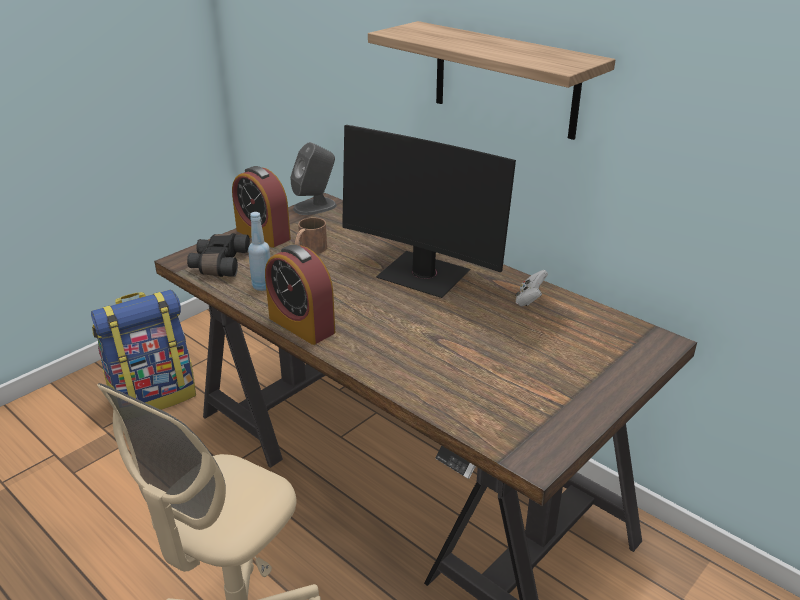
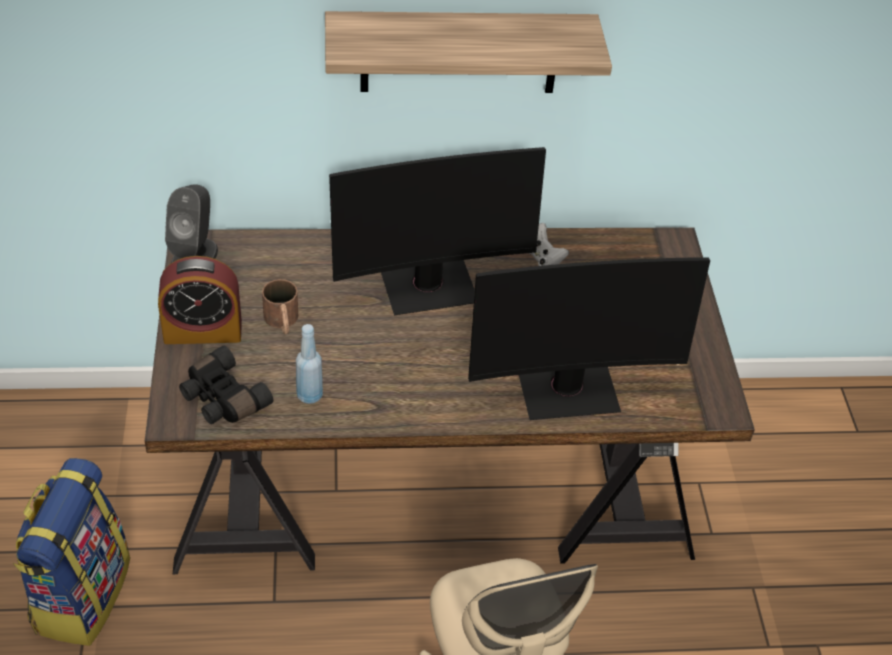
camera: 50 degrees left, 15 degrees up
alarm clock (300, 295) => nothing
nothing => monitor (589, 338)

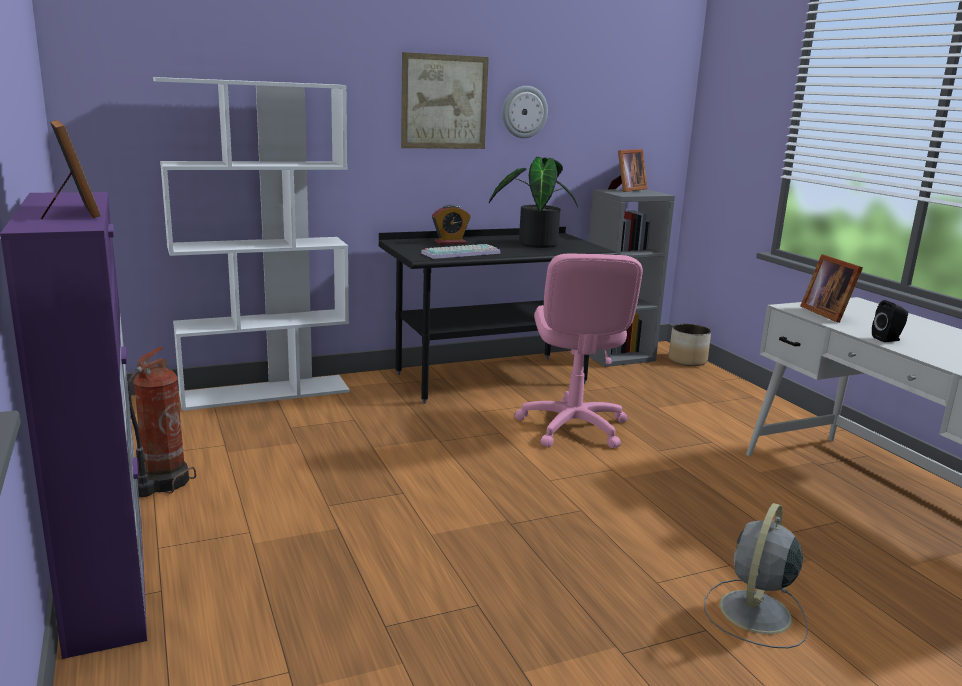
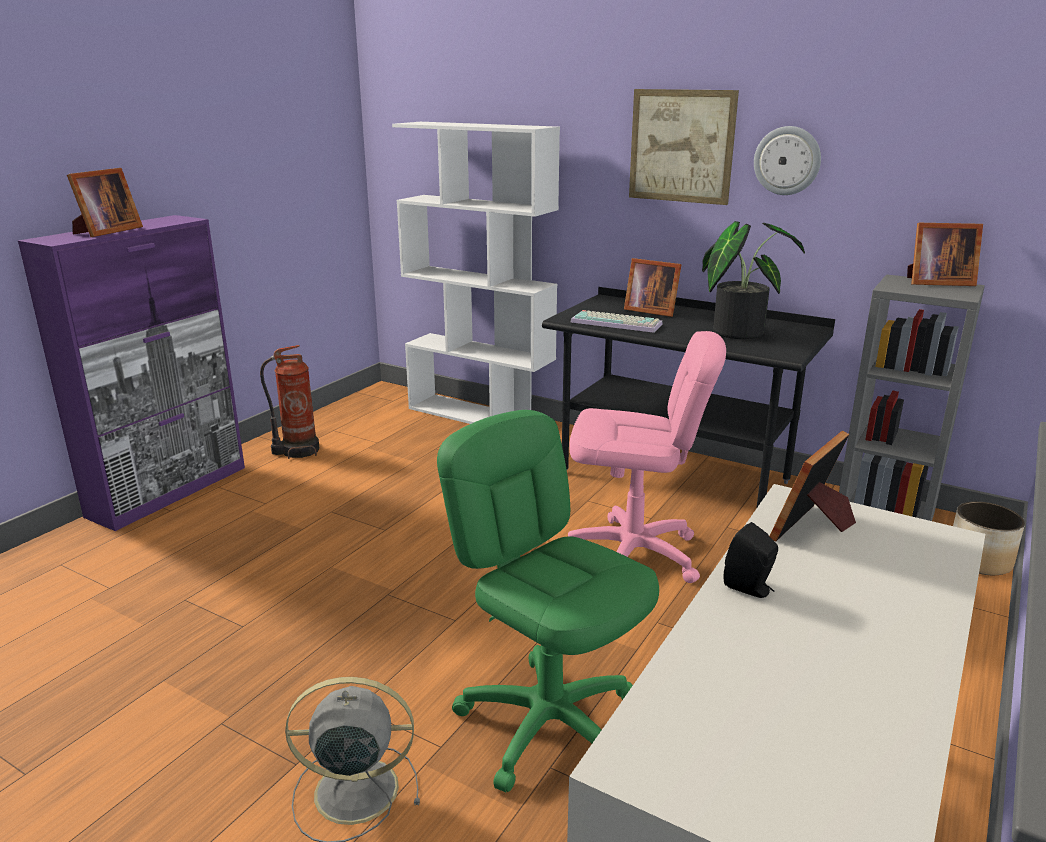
camera: 55 degrees right, 5 degrees up
alarm clock (451, 225) => picture frame (653, 287)
office chair (pink) (578, 350) => office chair (pink) (647, 457), 135 degrees counterclockwise
nothing => office chair (green) (548, 601)

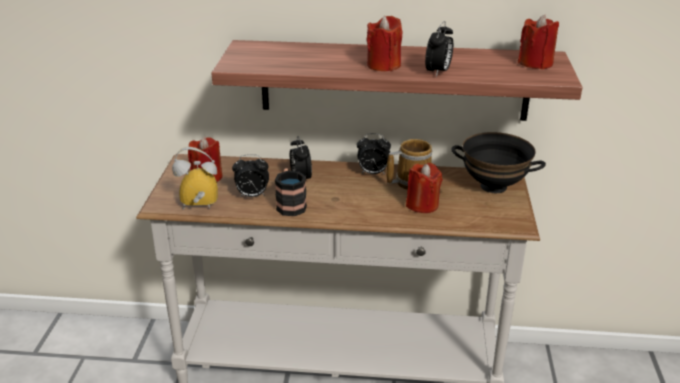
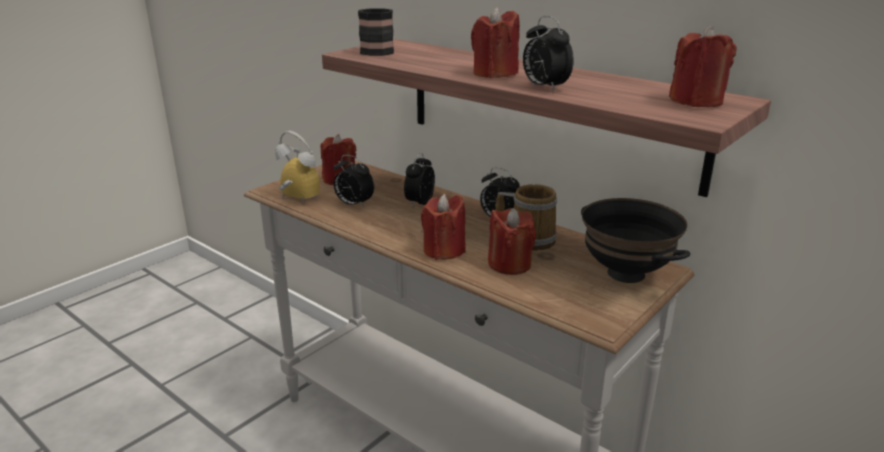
camera: 35 degrees right, 5 degrees down
mug (291, 192) => mug (376, 32), moved
alarm clock (439, 49) => alarm clock (548, 53), 90 degrees clockwise
nothing => candle (red) (443, 227)

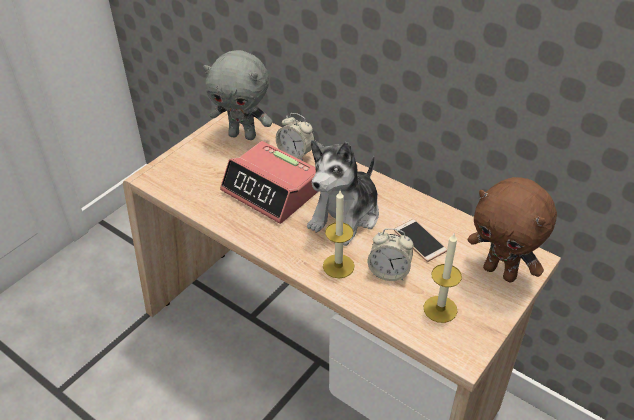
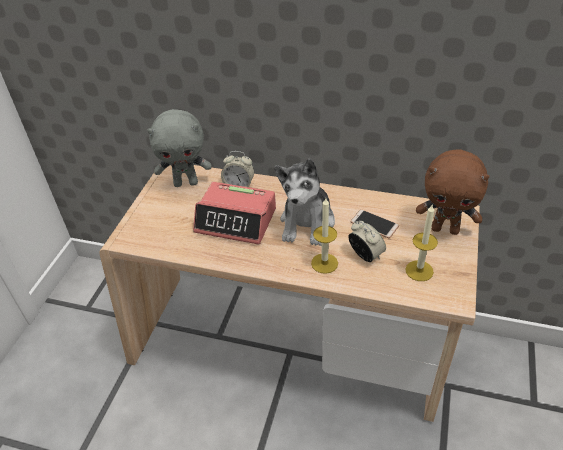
camera: 20 degrees left, 0 degrees up
alarm clock (390, 254) => alarm clock (367, 241), 120 degrees counterclockwise

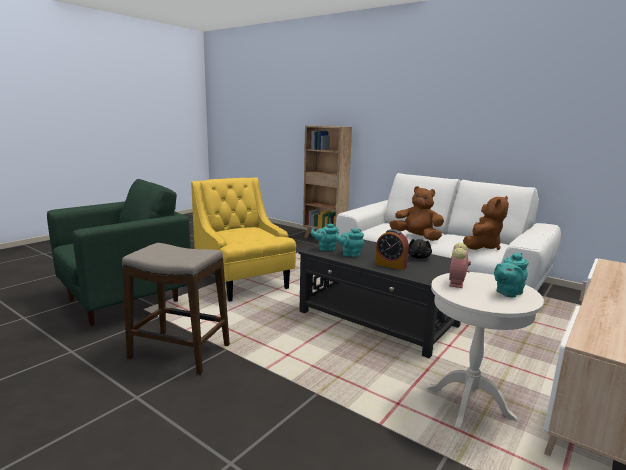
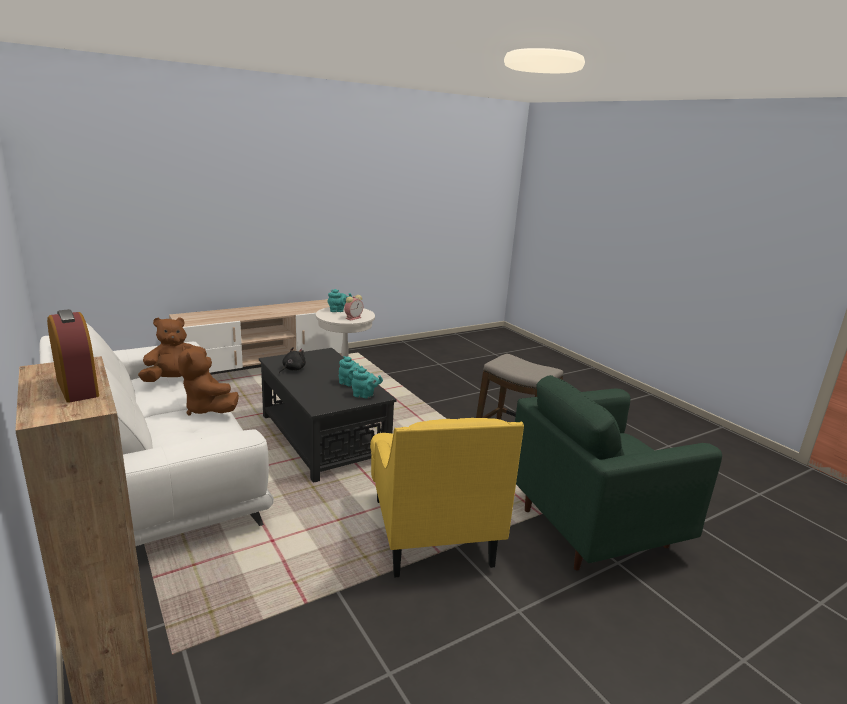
camera: 160 degrees left, 5 degrees up
alarm clock (392, 249) => alarm clock (73, 356), moved

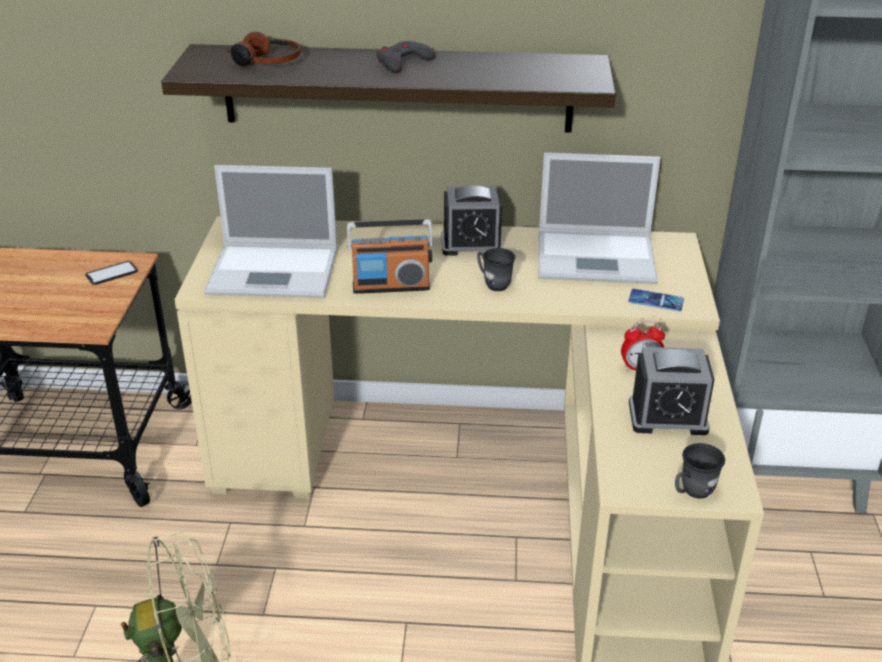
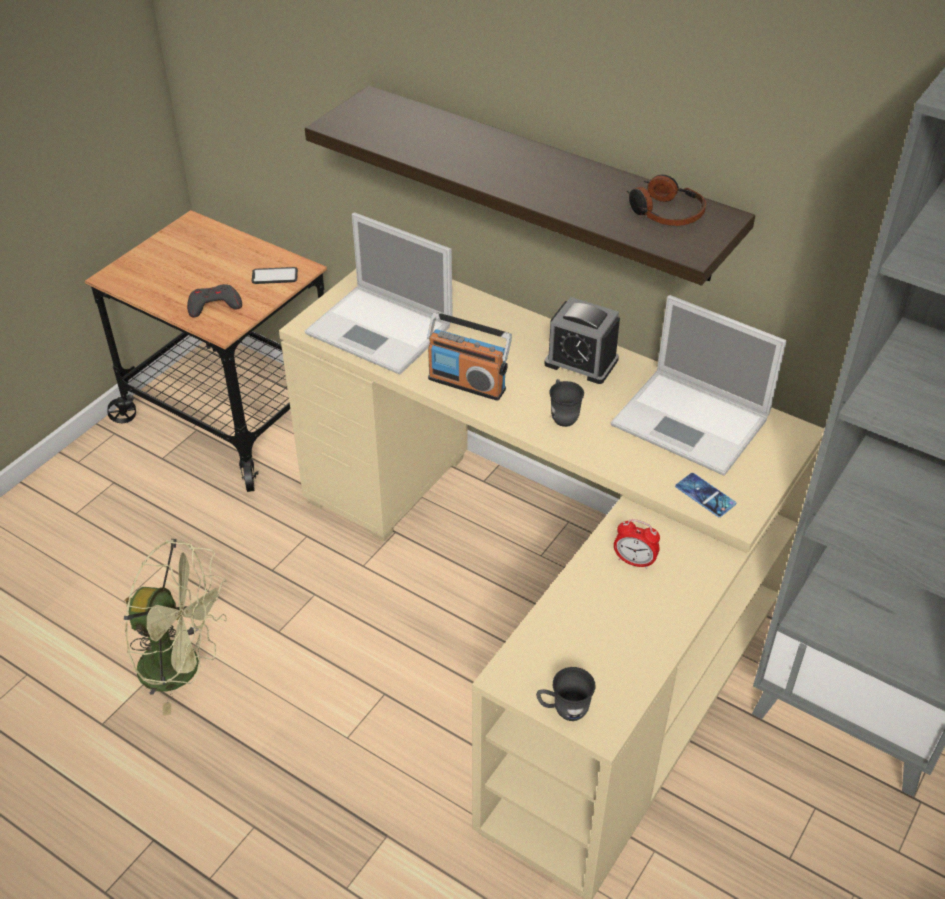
camera: 30 degrees right, 10 degrees up
headphones (264, 49) => headphones (666, 200), moved
game controller (grey) (406, 57) => game controller (grey) (214, 300), moved
alarm clock (671, 391) => nothing

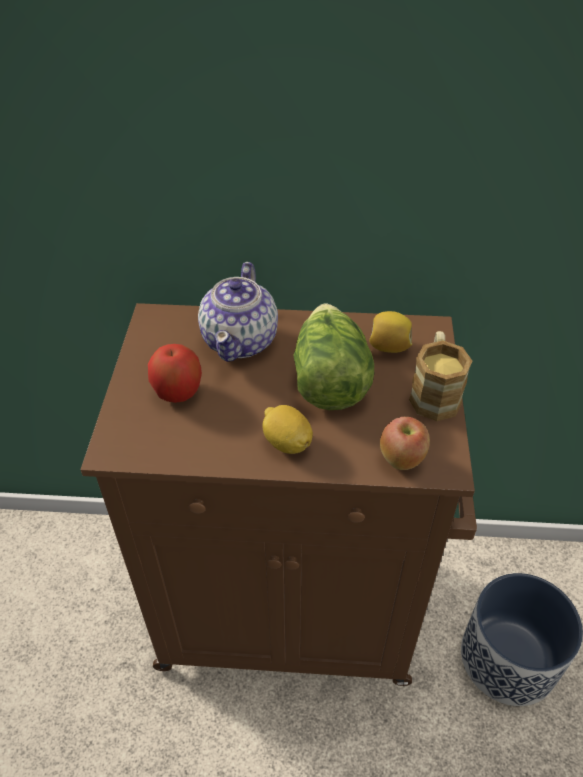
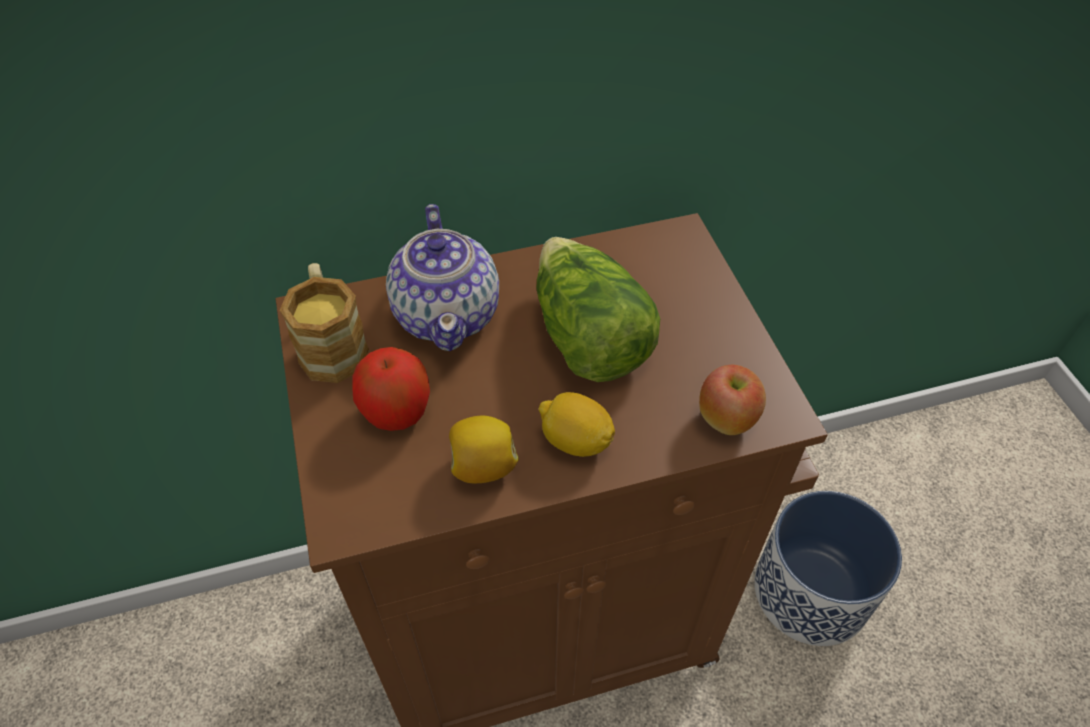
camera: 20 degrees left, 5 degrees up
lemon (390, 332) => lemon (484, 449), moved
mug (440, 376) => mug (324, 323), moved

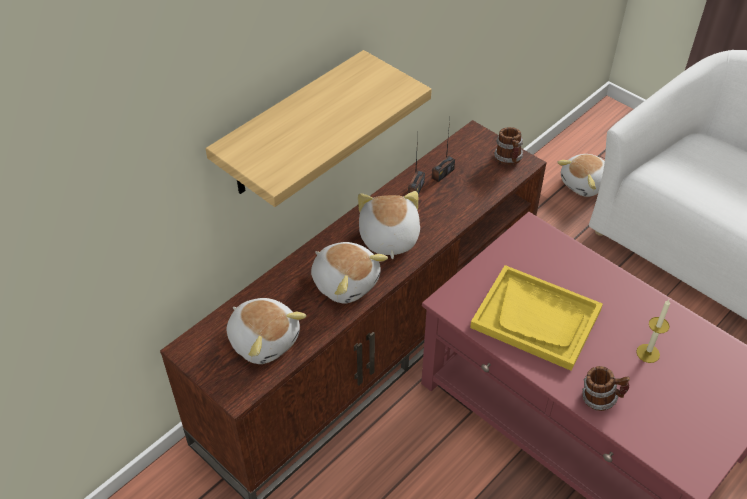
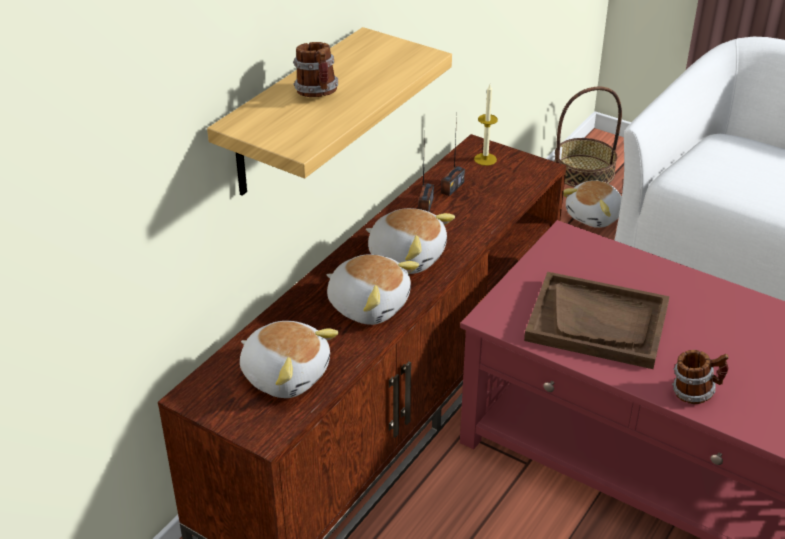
camera: 10 degrees left, 10 degrees down
plush toy (389, 225) => plush toy (410, 241), 135 degrees clockwise
tray (yellow) (536, 318) => tray (brown) (597, 320)
mug (508, 146) => mug (315, 69), moved
candle (653, 331) => candle (486, 125), moved
nothing => basket (588, 136)

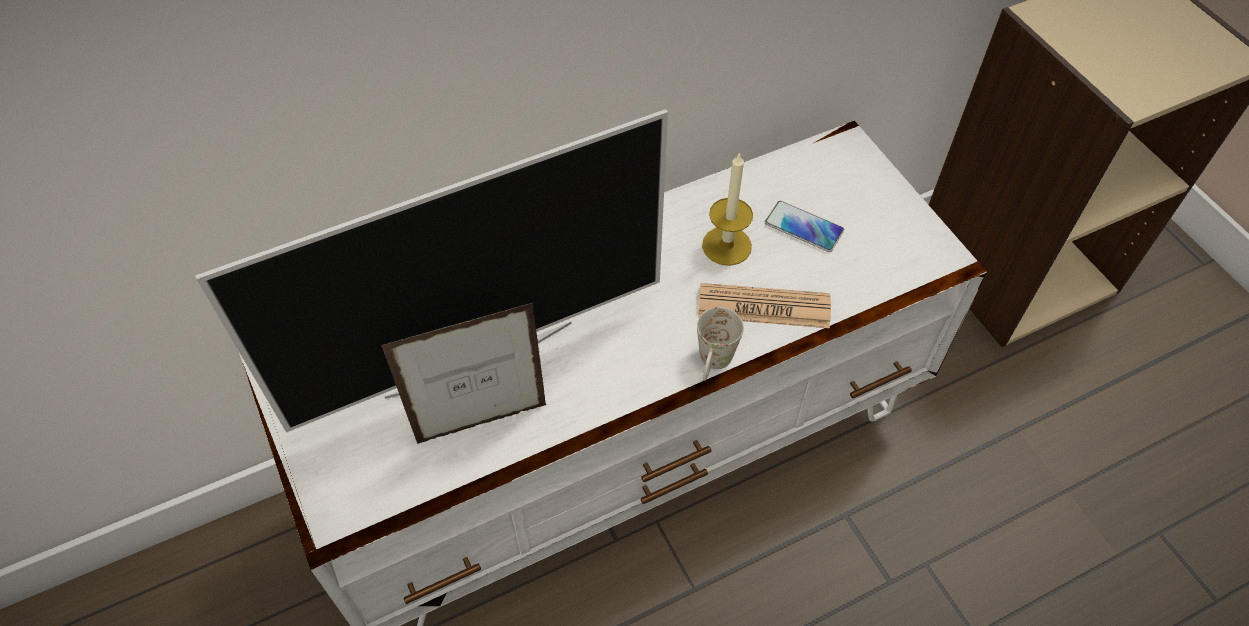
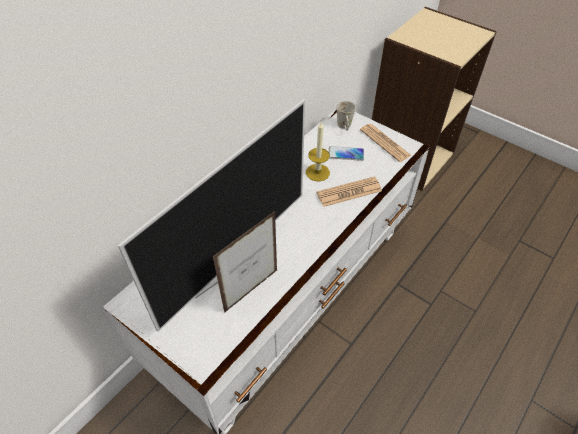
camera: 25 degrees left, 5 degrees down
mug (white) (720, 344) => mug (white) (346, 116), moved
nothing => newspaper (386, 143)

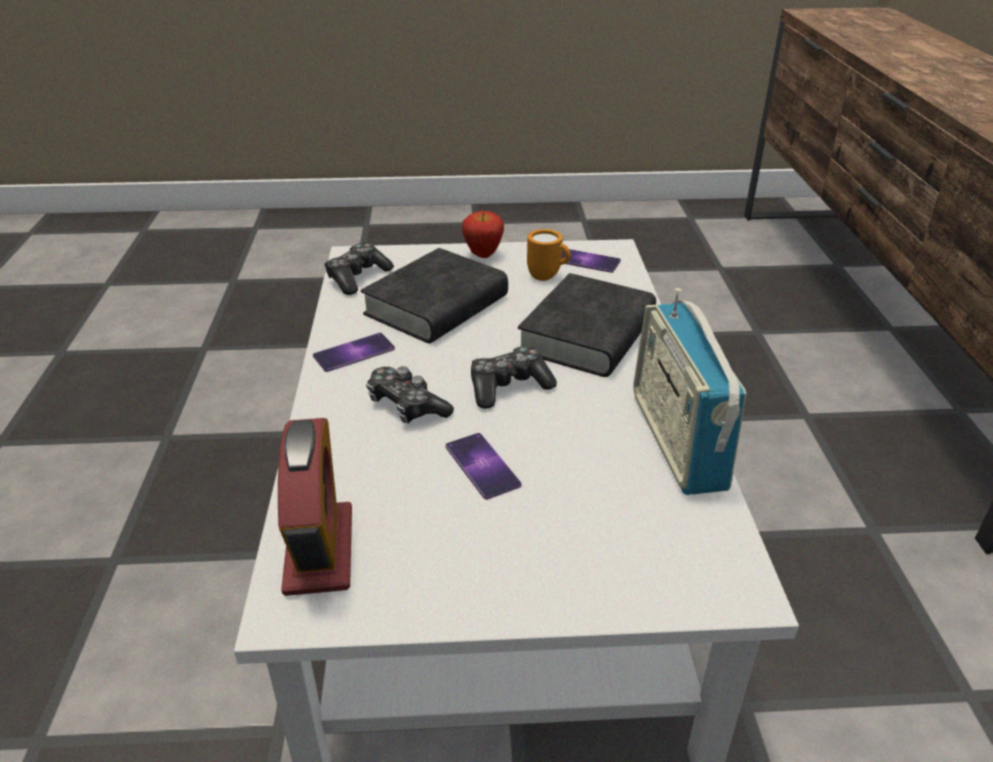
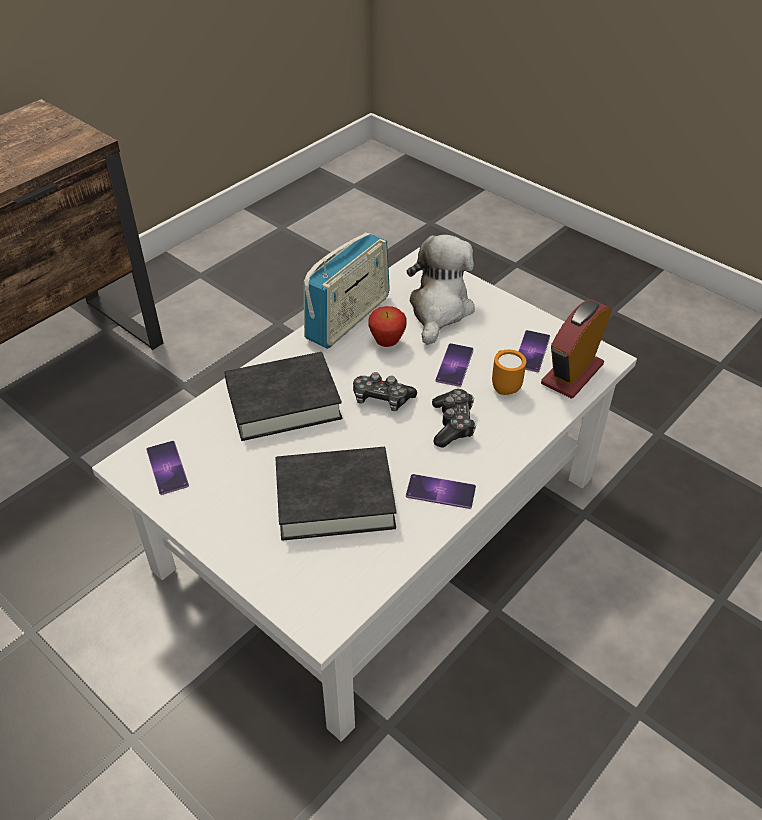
camera: 135 degrees left, 10 degrees up
game controller (359, 269) => nothing
apple (483, 234) => apple (387, 326), moved
mug (orange) (549, 255) => mug (orange) (509, 372), moved
nothing => plush toy (441, 290)
nothing => phone (534, 351)

